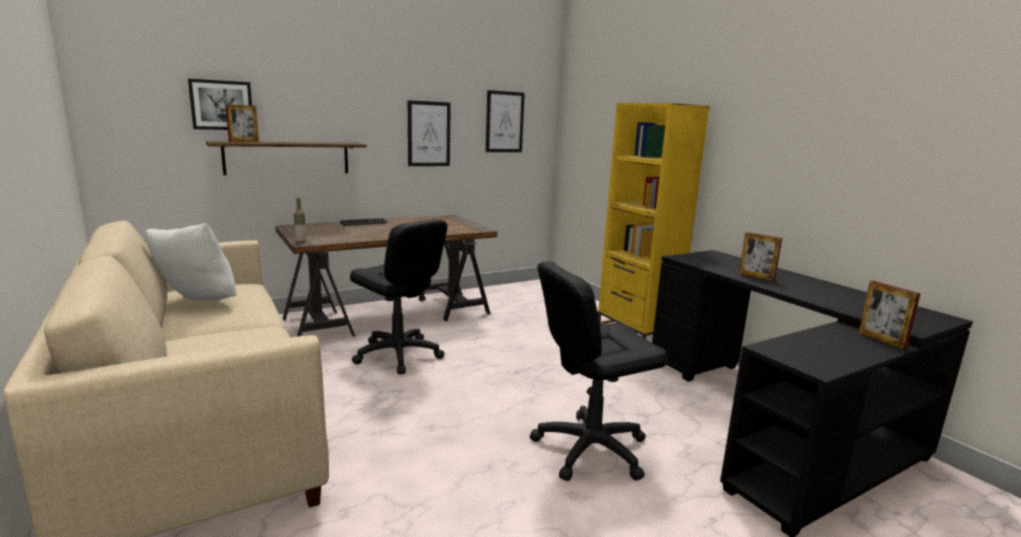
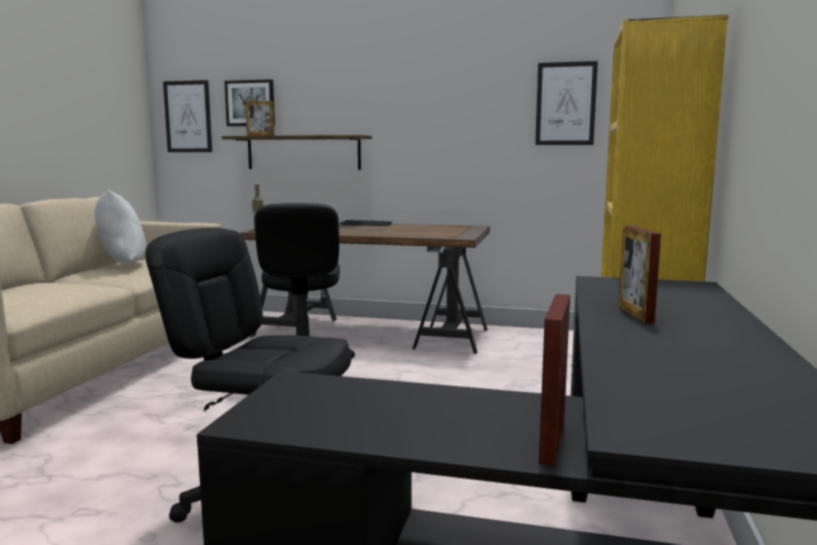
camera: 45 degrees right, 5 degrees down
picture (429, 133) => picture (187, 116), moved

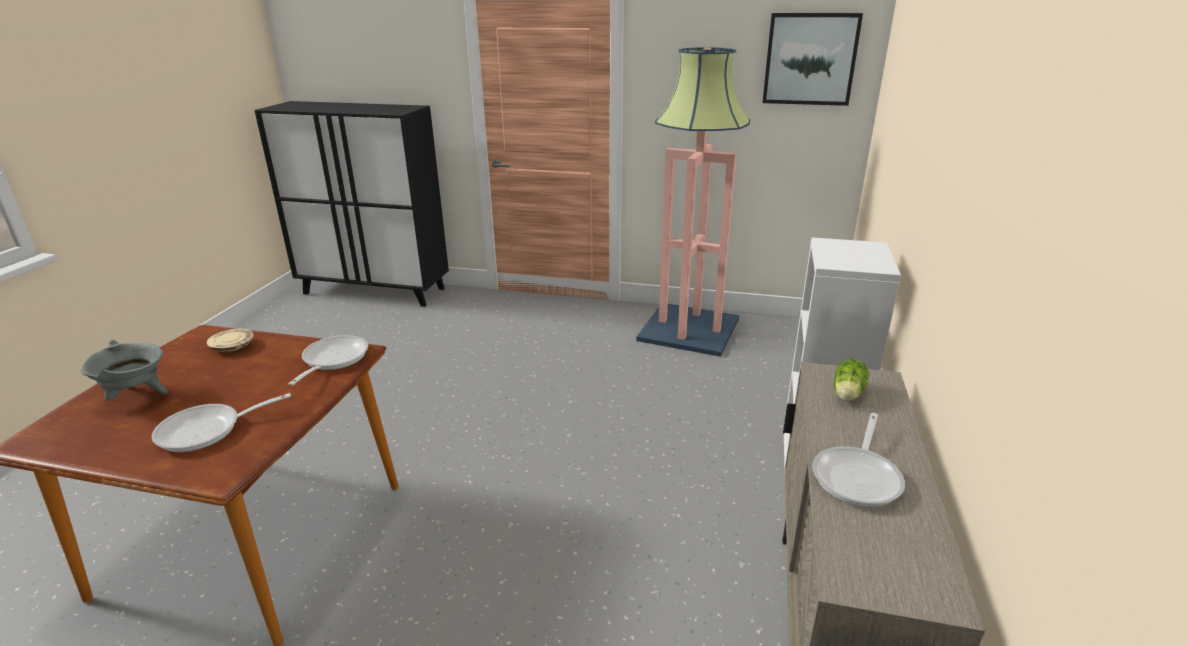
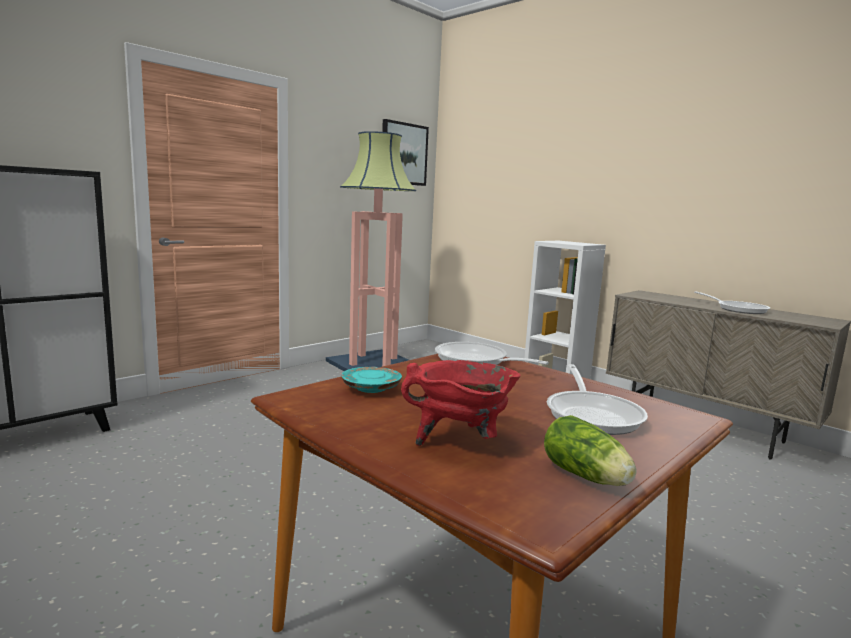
camera: 60 degrees left, 15 degrees down
cooking pot (grey) (124, 370) => cooking pot (red) (461, 403)
plate (beige) (230, 340) => plate (turquoise) (371, 380)
lettuce (852, 380) => lettuce (590, 450), moved

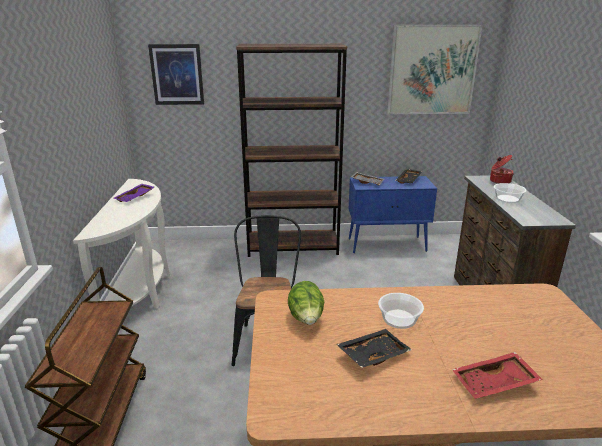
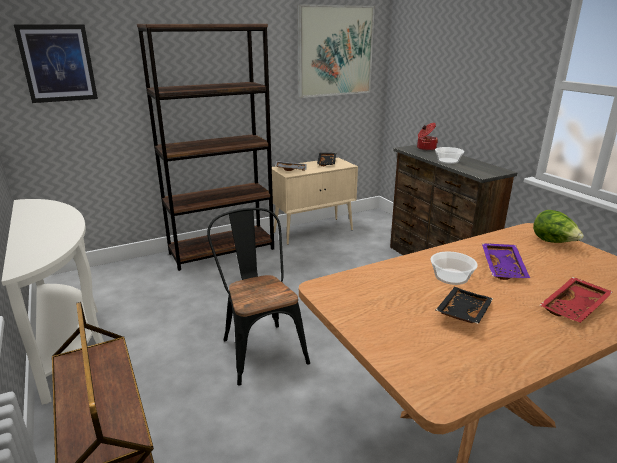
camera: 25 degrees left, 0 degrees up
tray (purple) (134, 193) => tray (purple) (506, 261), moved
lettuce (306, 303) => lettuce (558, 226), moved
cabinet (blue) (393, 214) => cabinet (beige) (315, 201)

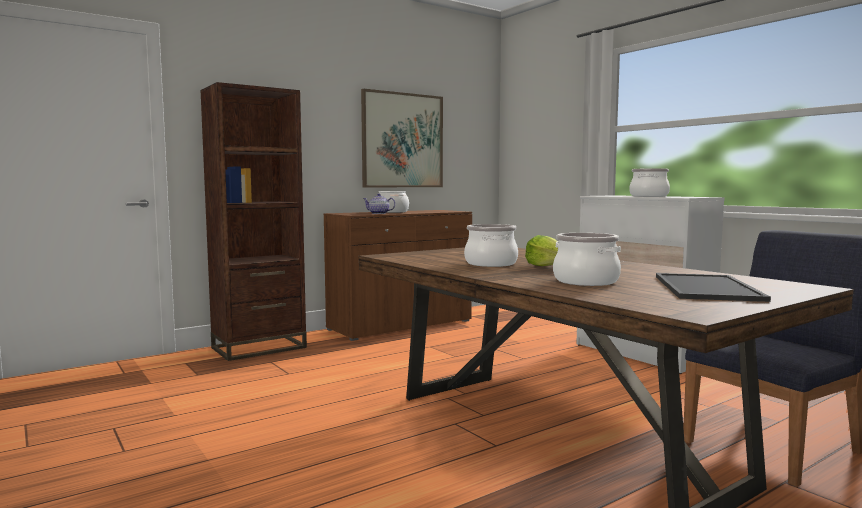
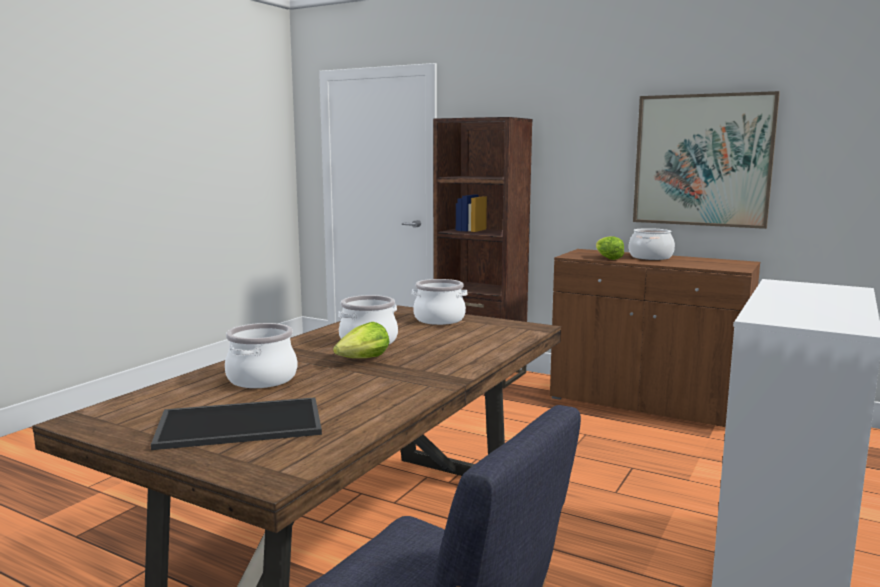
camera: 65 degrees right, 5 degrees up
teapot (379, 204) => lettuce (610, 248)
cooking pot (649, 182) => cooking pot (440, 302), moved

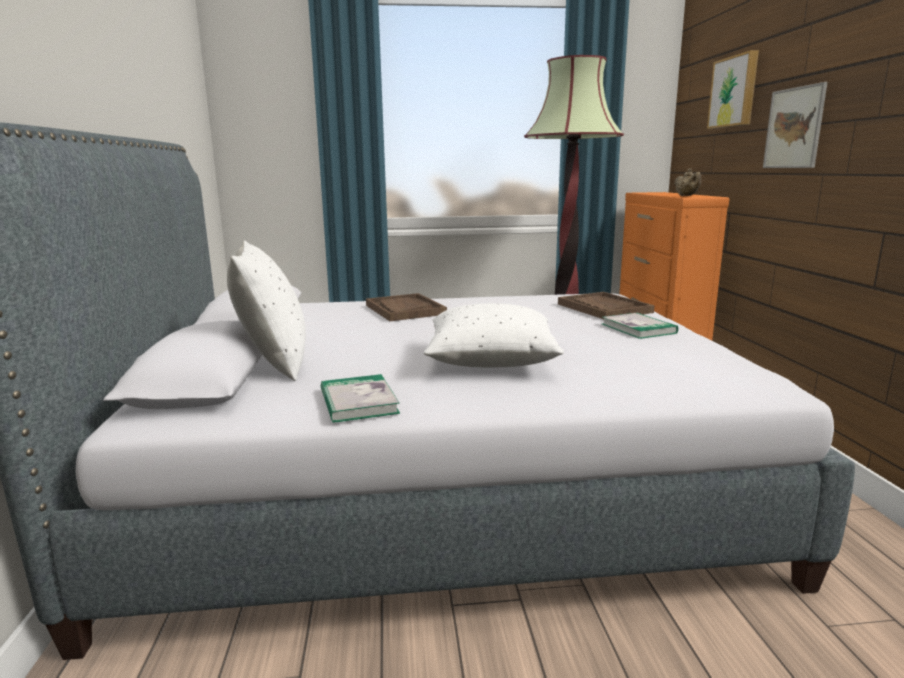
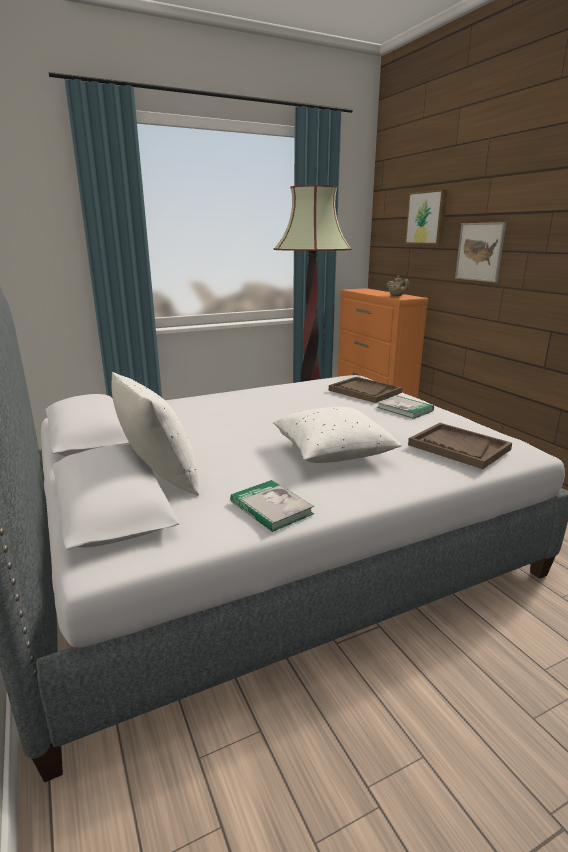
camera: 20 degrees left, 5 degrees up
tray (brown) (406, 307) => tray (brown) (460, 446), moved

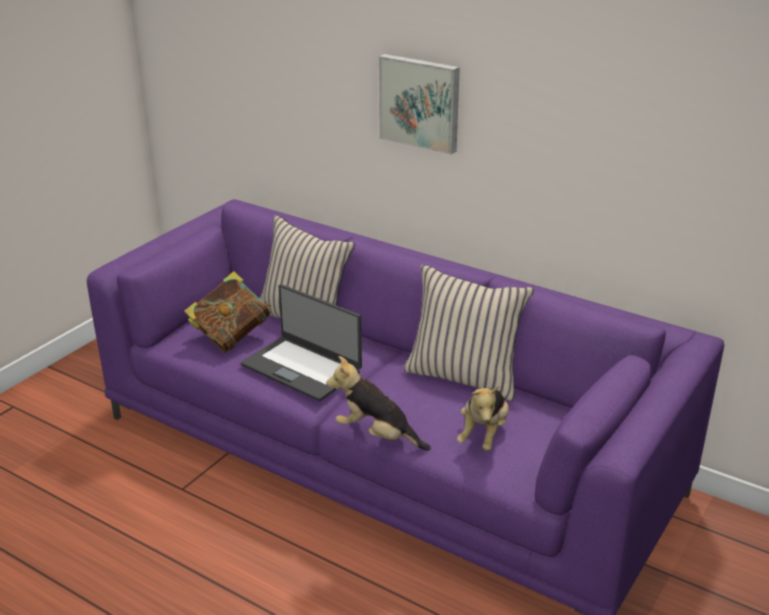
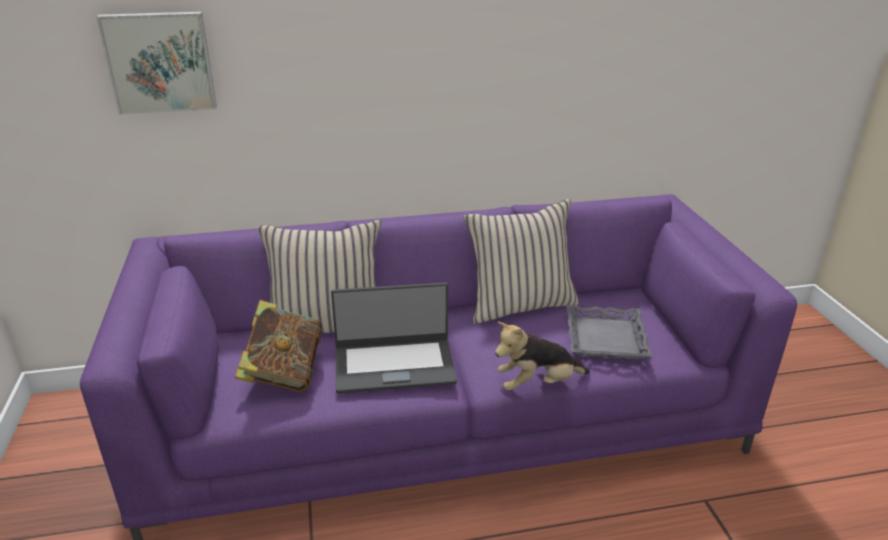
camera: 45 degrees left, 0 degrees up
picture (419, 104) => picture (157, 62), moved
plush toy (483, 418) => tray (grey) (609, 332)

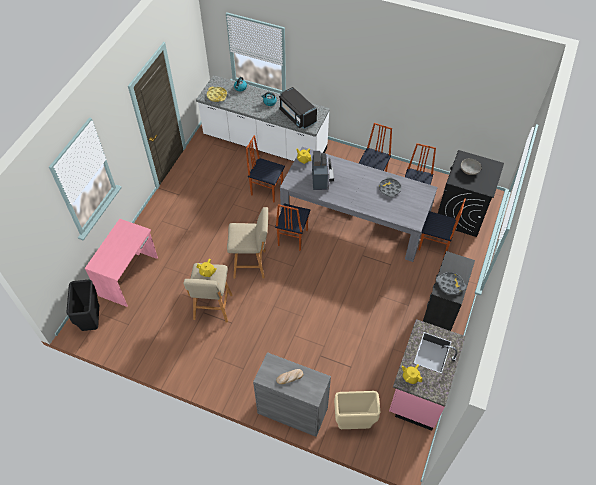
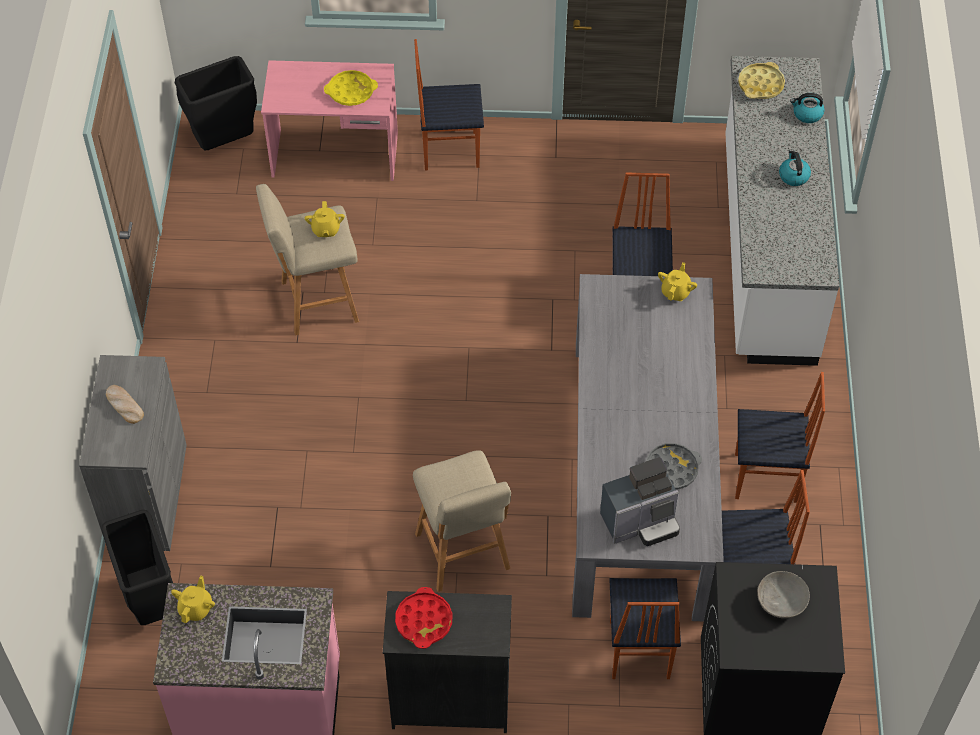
camera: 70 degrees right, 0 degrees up
stool (beige) (247, 242) => stool (beige) (462, 521), moved
chair (292, 227) => chair (449, 104), moved
microwave (black) (298, 108) => nothing
coffee machine (323, 170) => coffee machine (640, 501), moved
trash can (beige) (357, 410) => trash can (black) (137, 567)
tray (grey) (451, 283) => tray (red) (423, 618)
nothing => tray (yellow) (351, 88)

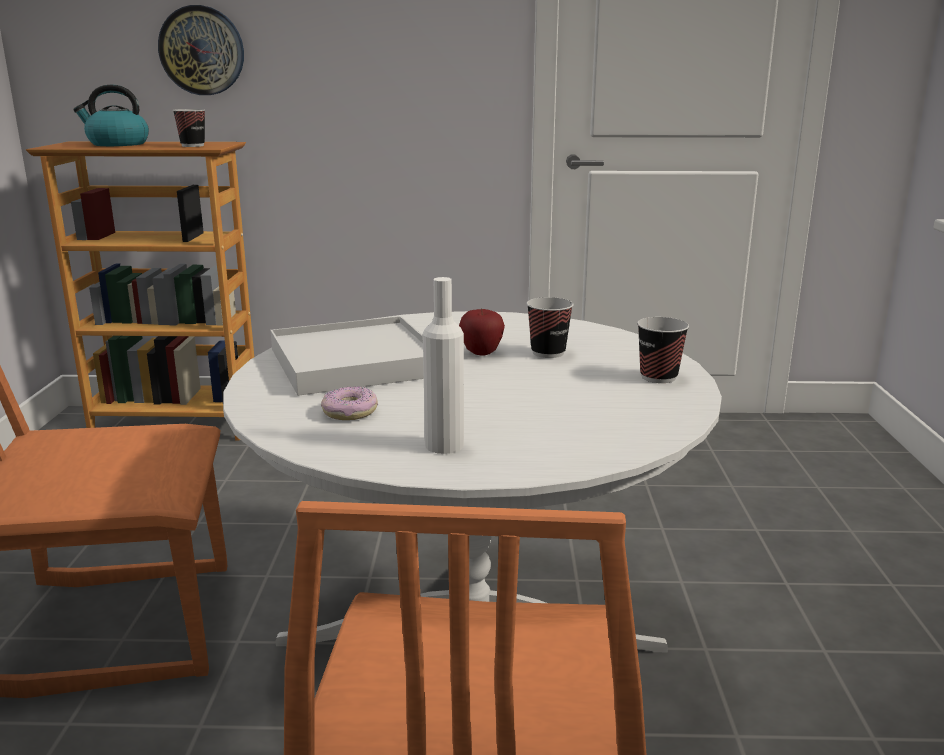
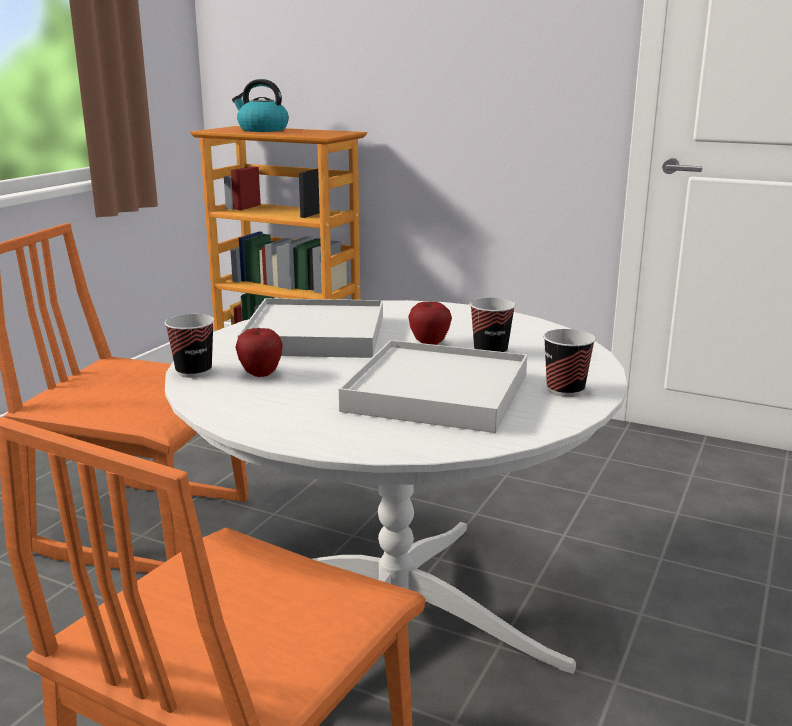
camera: 25 degrees right, 0 degrees up
wall clock (201, 50) => nothing
cup (189, 128) => cup (189, 346), moved
donut (349, 403) => apple (259, 352)
bottle (white) (443, 365) => nothing
nothing => tray (white) (433, 386)

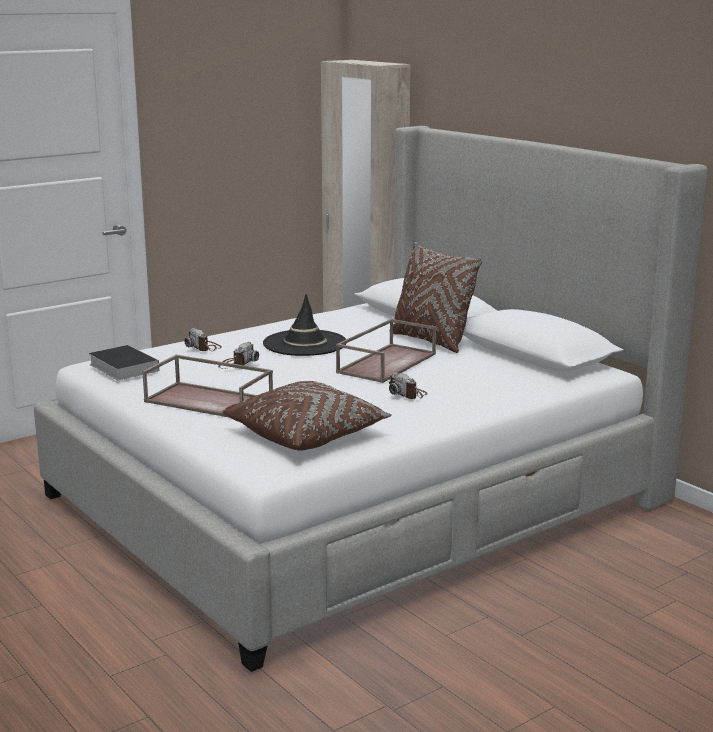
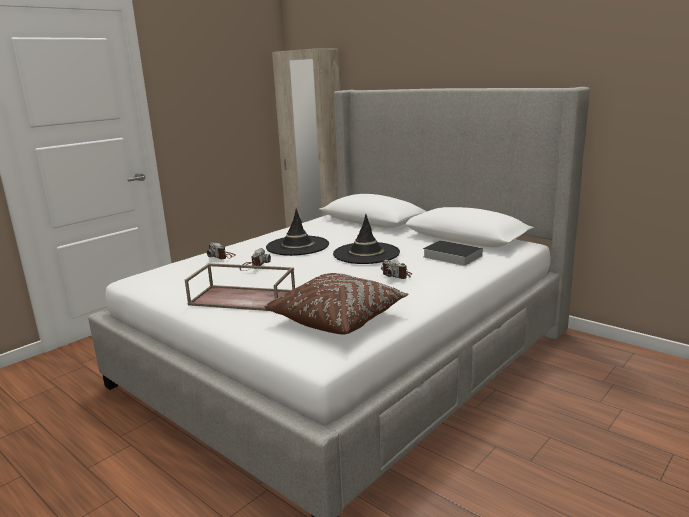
camera: 10 degrees left, 0 degrees up
book (124, 362) => book (453, 253), moved
tray (brown) (386, 351) => hat (black) (366, 239)
pillow (brown) (436, 297) => nothing

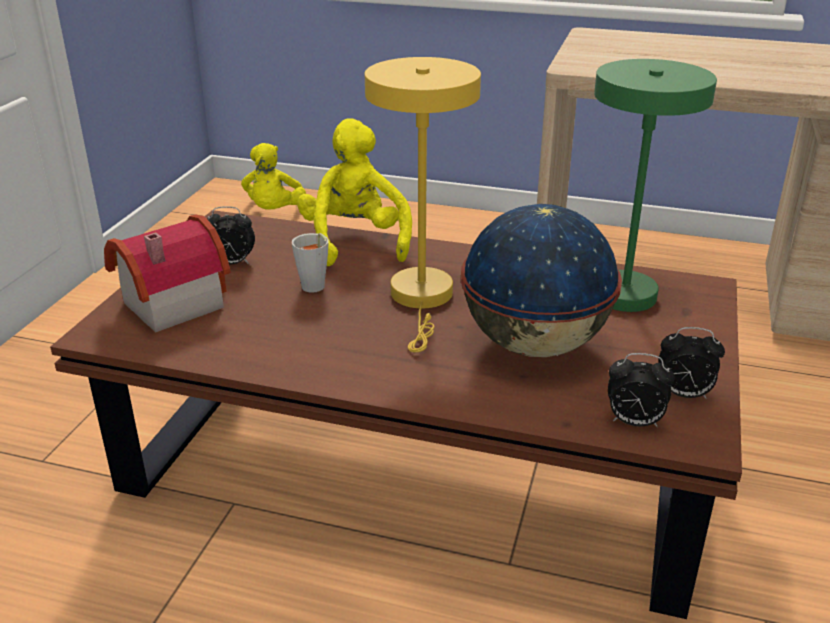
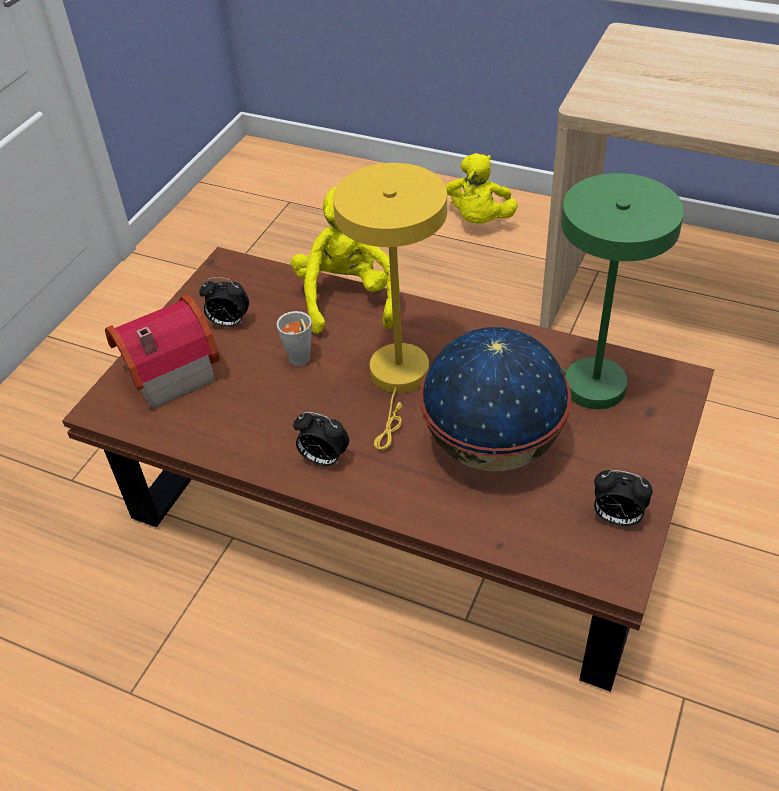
camera: 10 degrees right, 15 degrees up
plush toy (yellow) (273, 176) => plush toy (yellow) (482, 188), moved
alarm clock (641, 390) => alarm clock (321, 439), moved

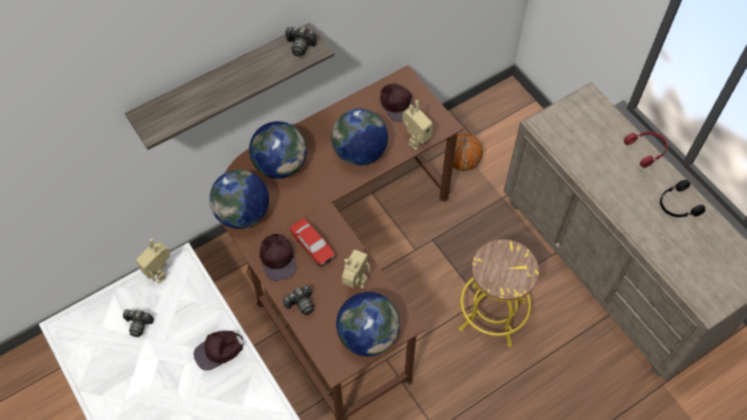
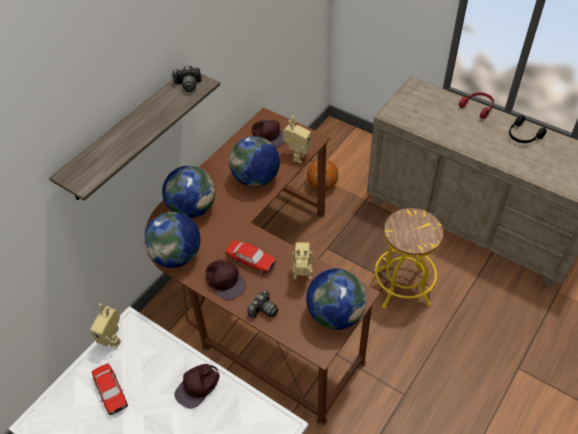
camera: 20 degrees left, 10 degrees down
photo camera (138, 323) => toy car (110, 389)

